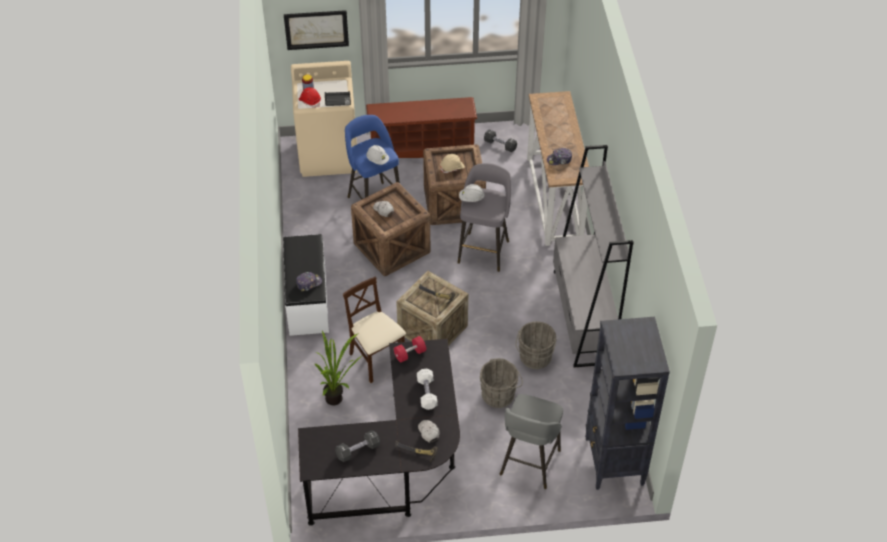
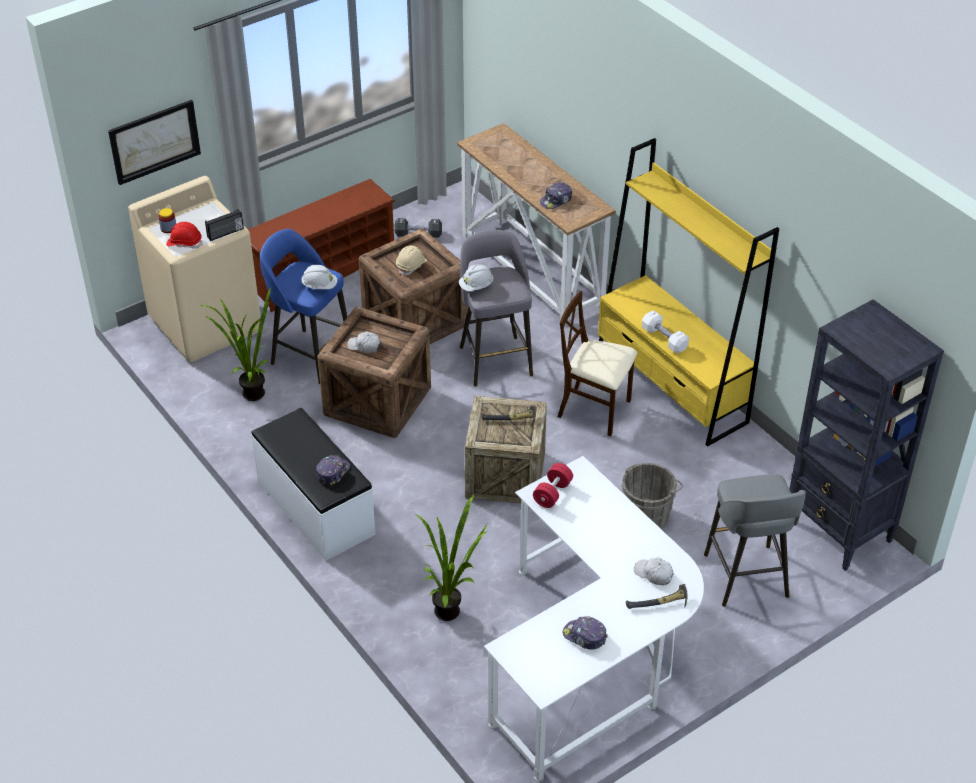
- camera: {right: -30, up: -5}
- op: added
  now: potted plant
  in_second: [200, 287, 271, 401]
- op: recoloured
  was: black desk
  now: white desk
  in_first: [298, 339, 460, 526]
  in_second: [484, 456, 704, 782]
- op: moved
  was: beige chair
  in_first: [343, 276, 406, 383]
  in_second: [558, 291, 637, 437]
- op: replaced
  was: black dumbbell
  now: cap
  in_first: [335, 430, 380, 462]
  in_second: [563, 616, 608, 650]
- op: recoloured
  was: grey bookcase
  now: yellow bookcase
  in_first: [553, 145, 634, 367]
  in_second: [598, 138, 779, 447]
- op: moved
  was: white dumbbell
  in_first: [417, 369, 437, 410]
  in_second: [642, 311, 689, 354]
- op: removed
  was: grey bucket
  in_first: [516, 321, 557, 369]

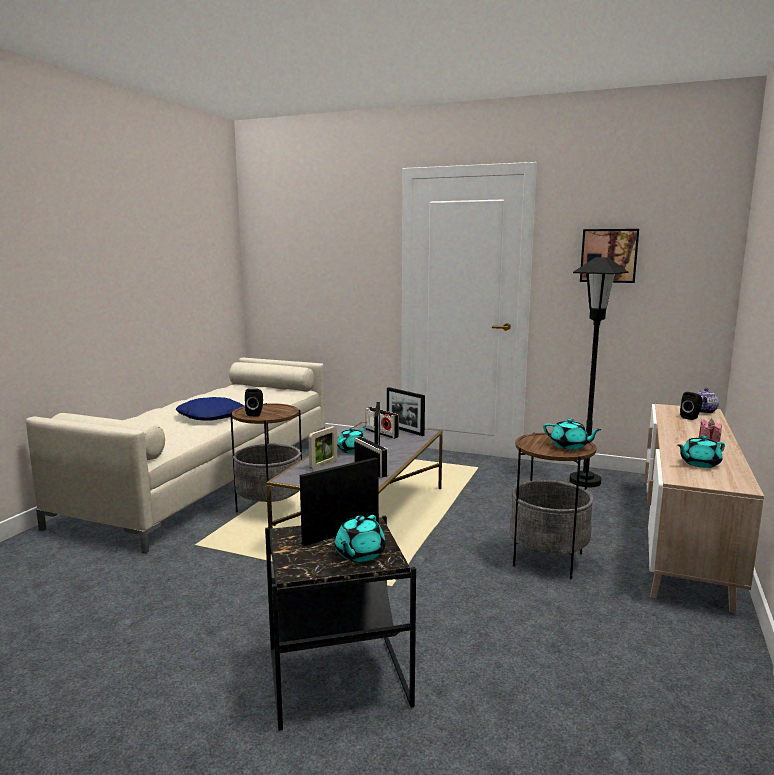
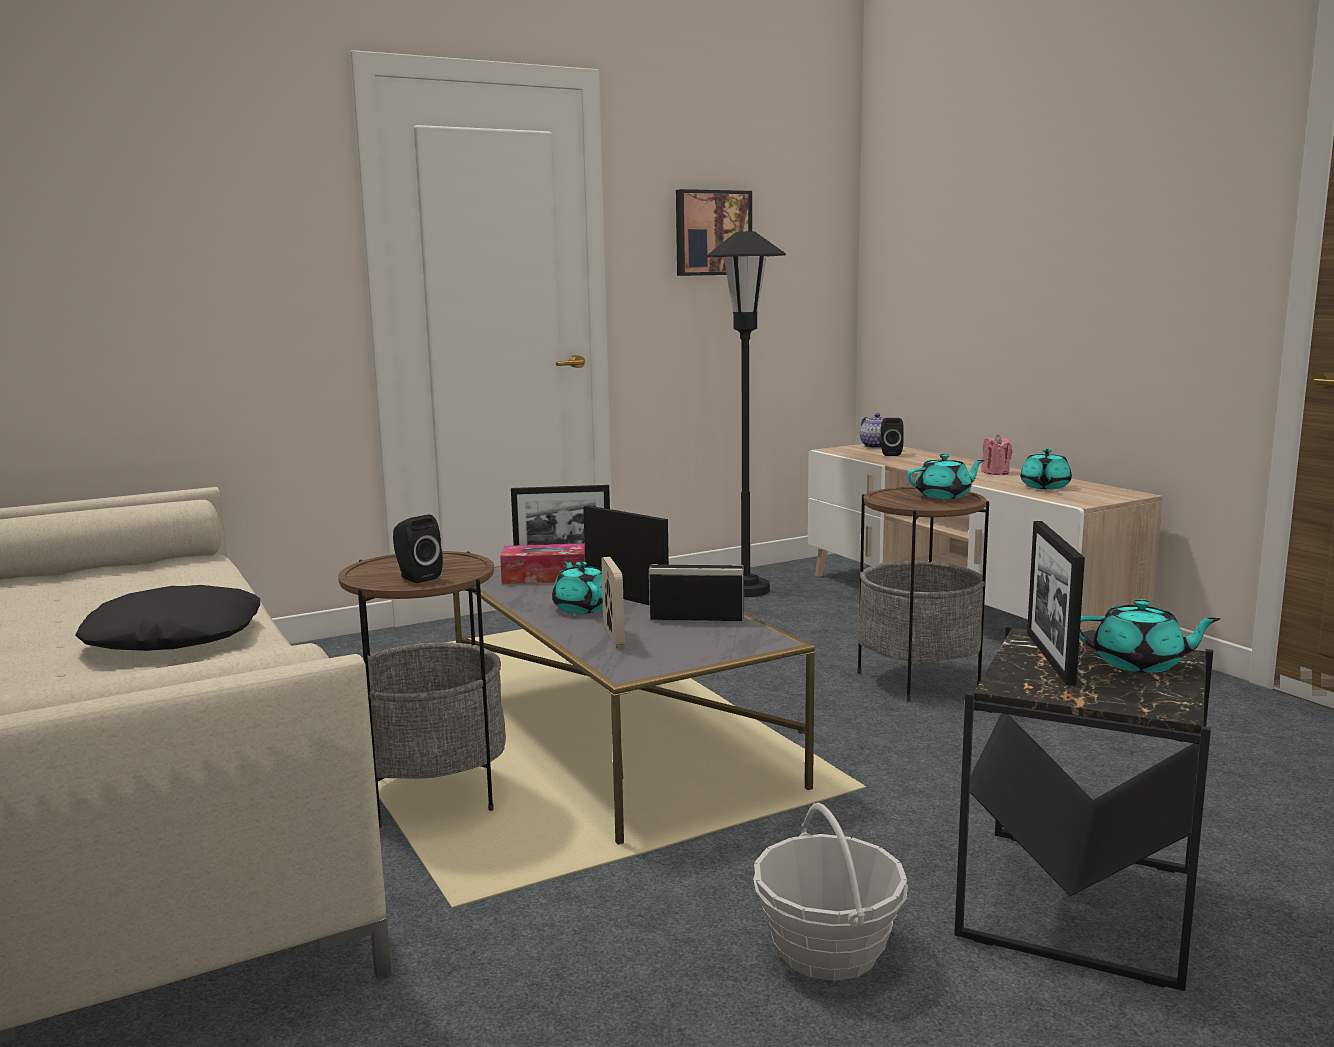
- camera: {right: -50, up: 0}
- op: recoloured
  was: blue pillow
  now: black pillow
  in_first: [176, 397, 244, 421]
  in_second: [75, 585, 260, 651]
- op: replaced
  was: radio
  now: tissue box
  in_first: [366, 407, 399, 439]
  in_second: [500, 543, 585, 584]
- op: added
  now: basket
  in_second: [753, 803, 908, 981]
- op: turned
  was: turquoise teapot
  in_first: [335, 515, 386, 562]
  in_second: [1079, 599, 1220, 673]
  clockwise: -45

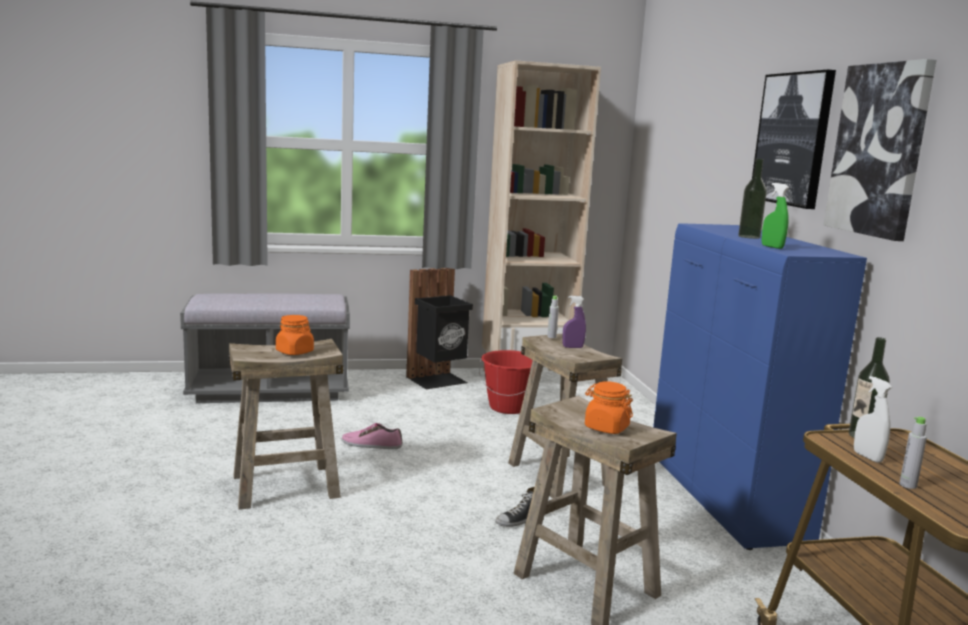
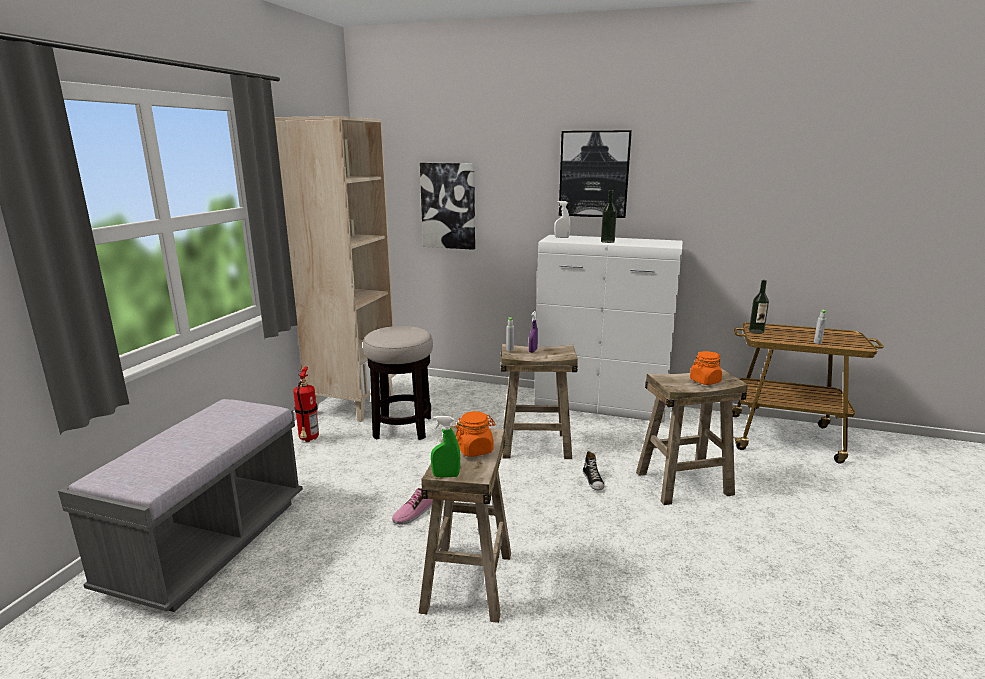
- camera: {right: -60, up: 5}
- op: replaced
  was: black trash can
  now: fire extinguisher
  in_first: [406, 268, 473, 389]
  in_second: [293, 365, 319, 442]
- op: replaced
  was: red bucket
  now: stool
  in_first: [479, 350, 533, 414]
  in_second: [363, 326, 433, 440]
- op: moved
  was: picture
  in_first: [823, 59, 936, 241]
  in_second: [420, 163, 475, 250]
- op: moved
  was: green spray bottle
  in_first: [762, 183, 789, 249]
  in_second: [431, 416, 460, 477]
- op: recoloured
  was: blue cabinet
  now: white cabinet
  in_first: [653, 223, 867, 550]
  in_second: [534, 235, 683, 423]
- op: moved
  was: white spray bottle
  in_first: [854, 376, 892, 463]
  in_second: [554, 201, 571, 238]

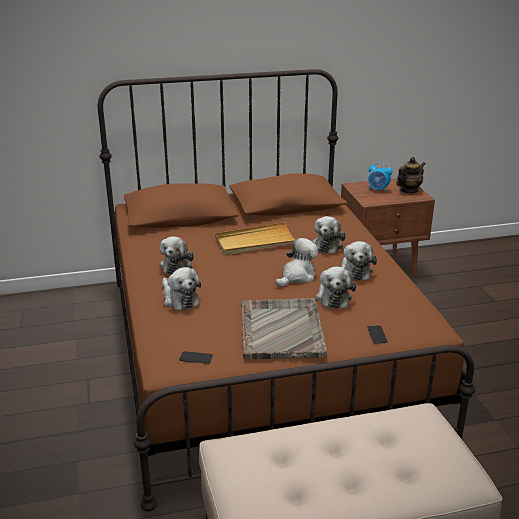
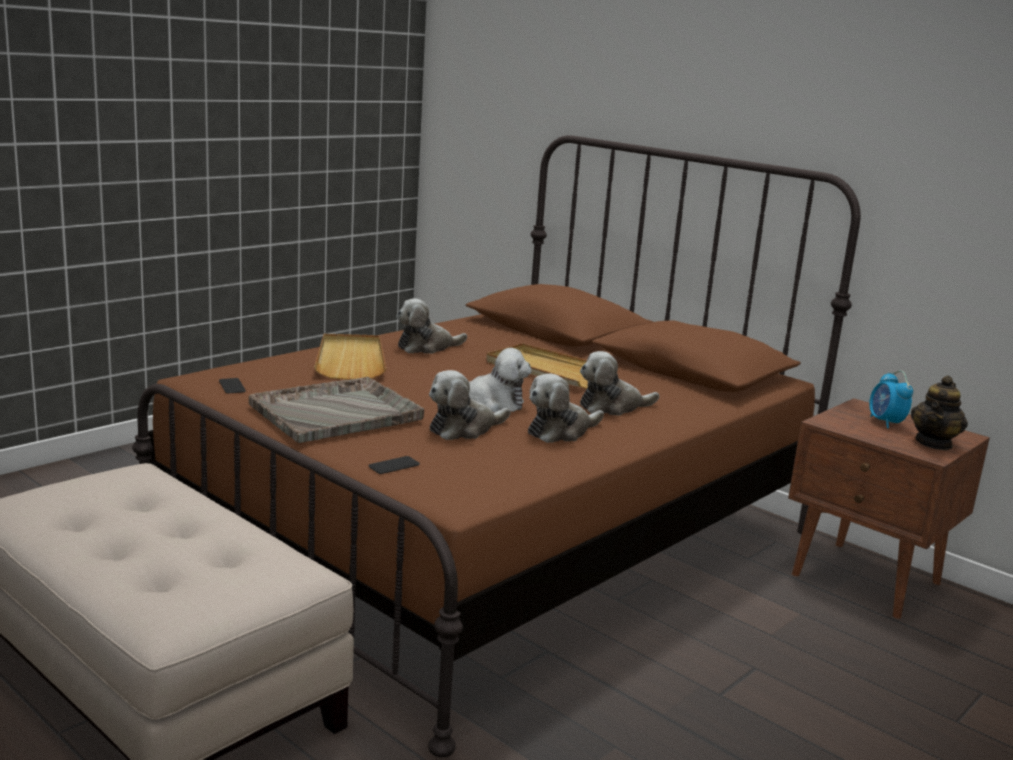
- camera: {right: 55, up: -10}
- op: replaced
  was: plush toy
  now: beige tray
  in_first: [162, 267, 201, 310]
  in_second: [314, 334, 386, 380]
- op: turned
  was: teapot
  in_first: [397, 157, 425, 193]
  in_second: [911, 375, 968, 451]
  clockwise: 105

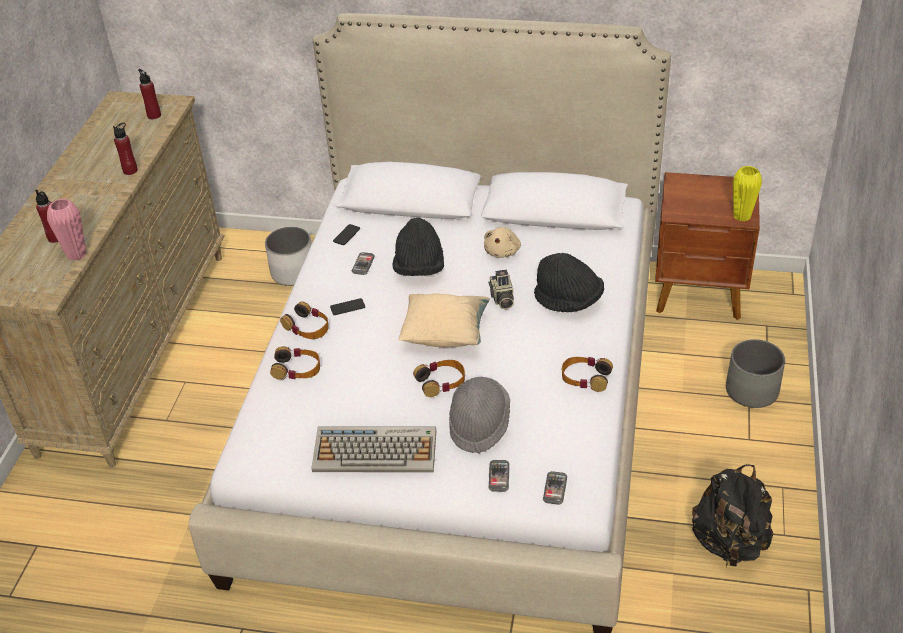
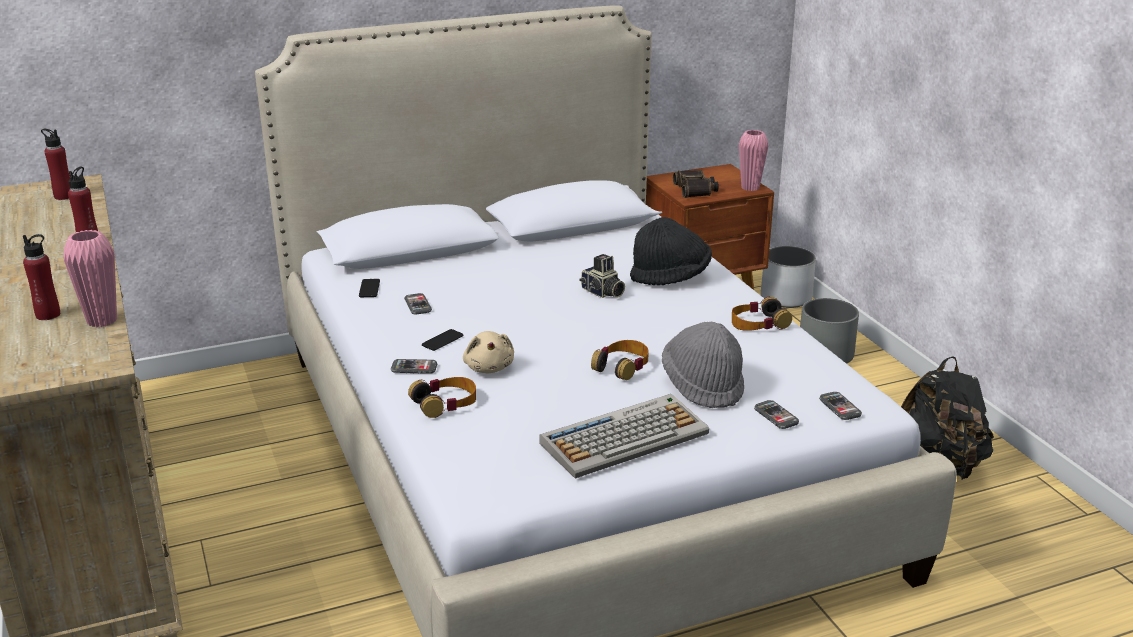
- camera: {right: -35, up: -15}
- op: replaced
  was: headphones
  now: phone
  in_first: [280, 301, 329, 339]
  in_second: [391, 359, 437, 374]
- op: moved
  was: beige plush toy
  in_first: [484, 227, 521, 258]
  in_second: [463, 331, 514, 373]
- op: added
  now: binoculars
  in_second: [673, 170, 719, 198]
- op: recoloured
  was: yellow vase
  now: pink vase
  in_first: [733, 166, 762, 221]
  in_second: [739, 130, 768, 191]
- op: moved
  was: white planter
  in_first: [265, 227, 312, 286]
  in_second: [761, 246, 816, 308]
- op: removed
  was: black hat
  in_first: [392, 218, 444, 276]
- op: removed
  was: beige pillow
  in_first: [398, 294, 490, 347]

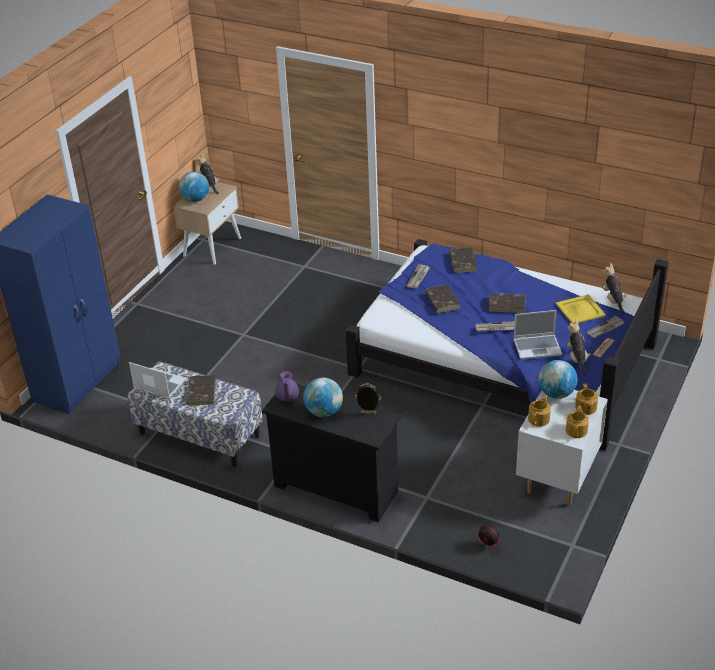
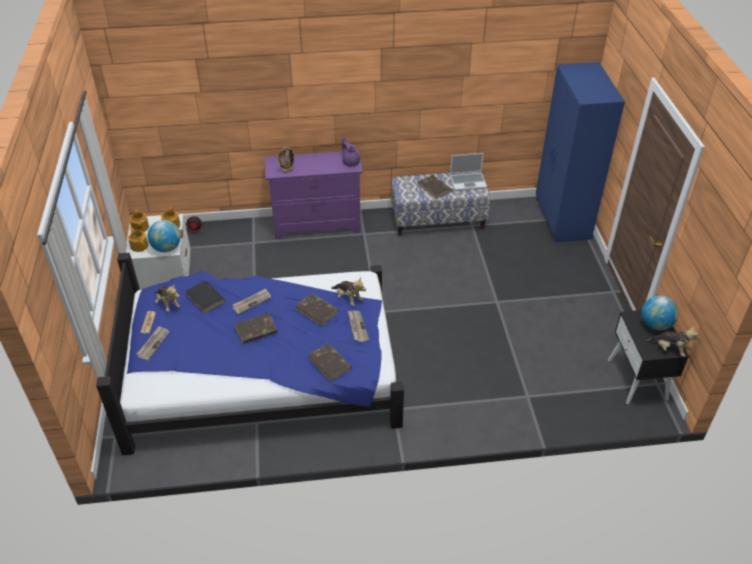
- camera: {right: 145, up: 5}
- op: replaced
  was: laptop
  now: black book
  in_first: [513, 310, 562, 360]
  in_second: [186, 281, 225, 314]
- op: recoloured
  was: black dresser
  now: purple dresser
  in_first: [262, 384, 401, 522]
  in_second: [265, 150, 363, 239]
- op: moved
  was: plush toy
  in_first: [602, 263, 626, 314]
  in_second: [331, 278, 366, 306]
- op: recoloured
  was: beige nightstand
  now: black nightstand
  in_first: [173, 182, 241, 265]
  in_second: [608, 310, 689, 404]
- op: removed
  was: globe
  in_first: [303, 377, 343, 417]
- op: removed
  was: yellow tray
  in_first: [556, 295, 606, 323]

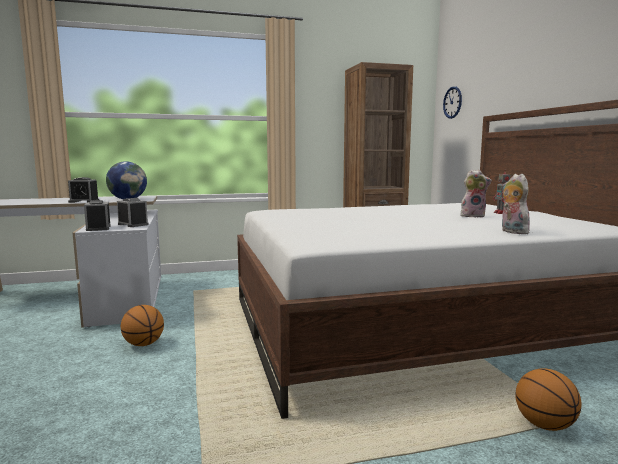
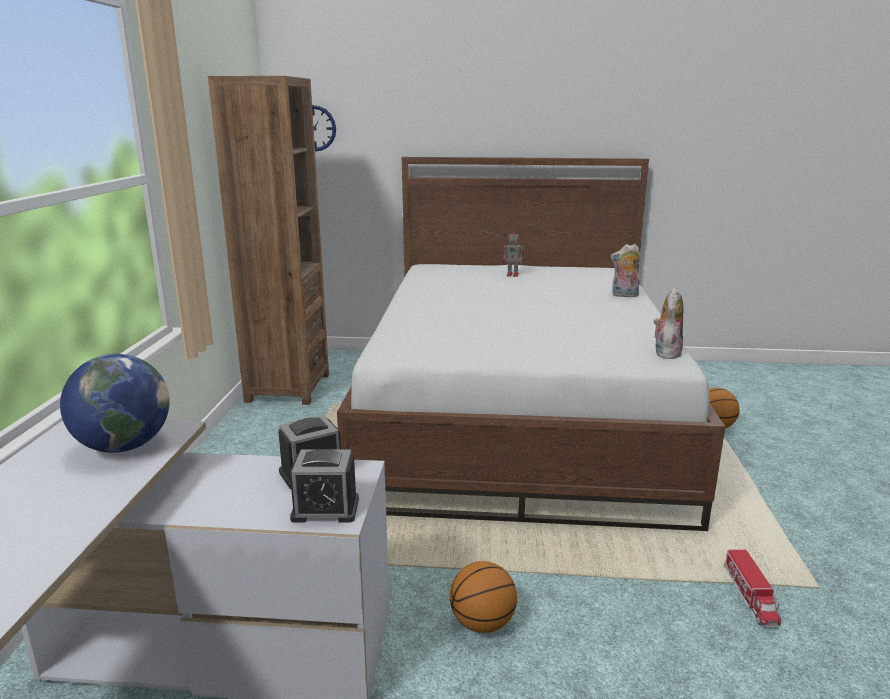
- camera: {right: -70, up: 10}
- op: moved
  was: plush toy
  in_first: [460, 169, 492, 218]
  in_second: [654, 287, 684, 359]
- op: added
  now: toy truck
  in_second: [724, 549, 781, 627]
- op: removed
  was: alarm clock
  in_first: [68, 177, 99, 203]

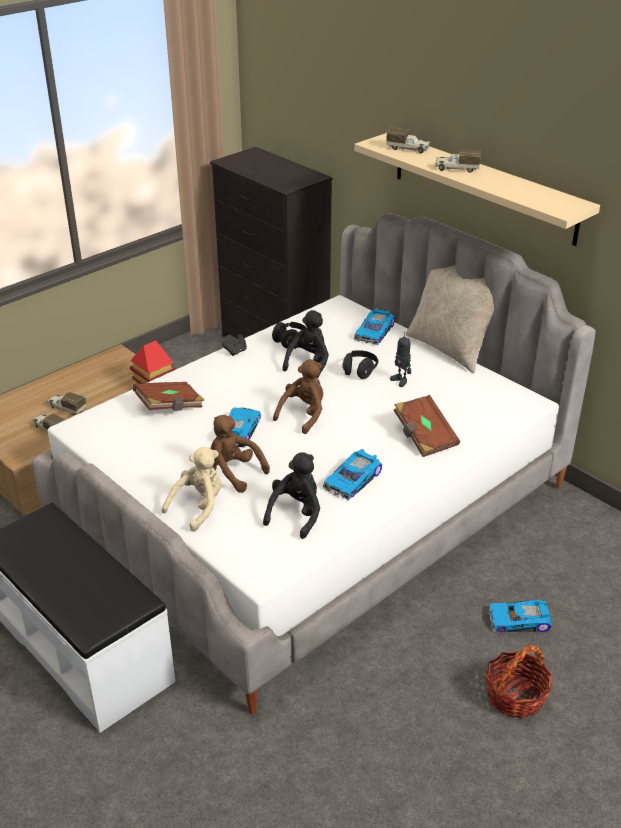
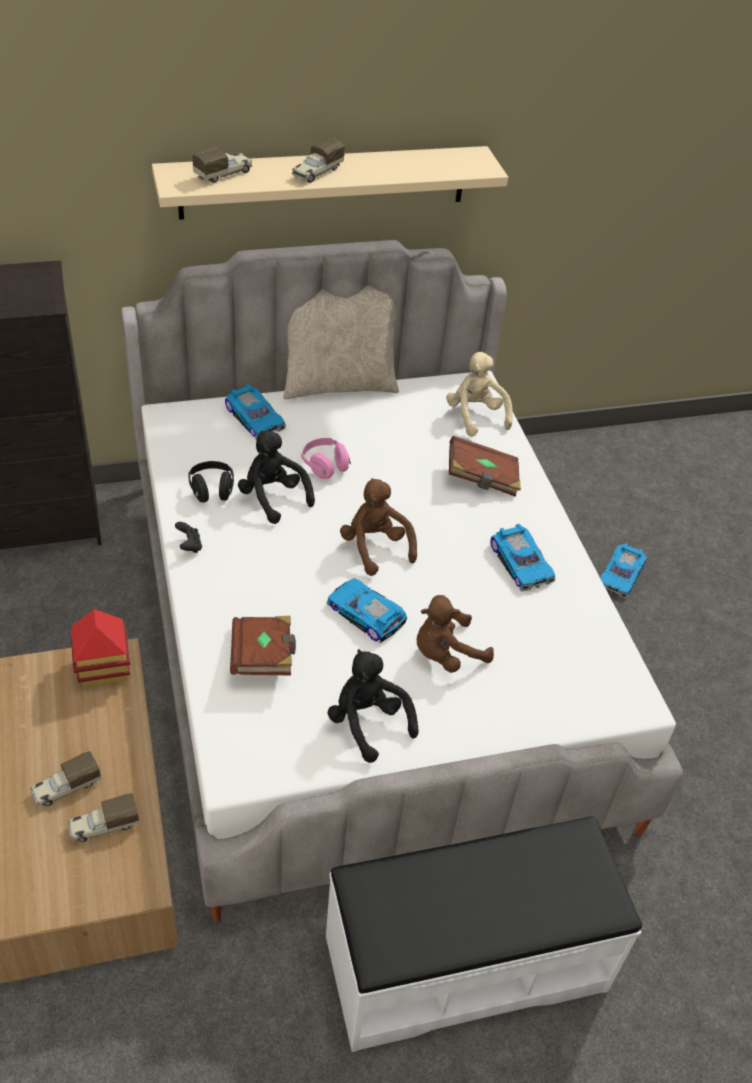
- camera: {right: -65, up: 10}
- op: recoloured
  was: black headphones
  now: pink headphones
  in_first: [342, 350, 378, 379]
  in_second: [302, 438, 351, 479]
- op: moved
  was: black plush toy
  in_first: [263, 452, 320, 539]
  in_second: [327, 649, 419, 763]
- op: moved
  was: beige plush toy
  in_first: [162, 447, 222, 532]
  in_second: [446, 352, 513, 437]
- op: removed
  was: toy robot
  in_first: [390, 333, 411, 387]
- op: removed
  was: basket
  in_first: [486, 644, 552, 719]

